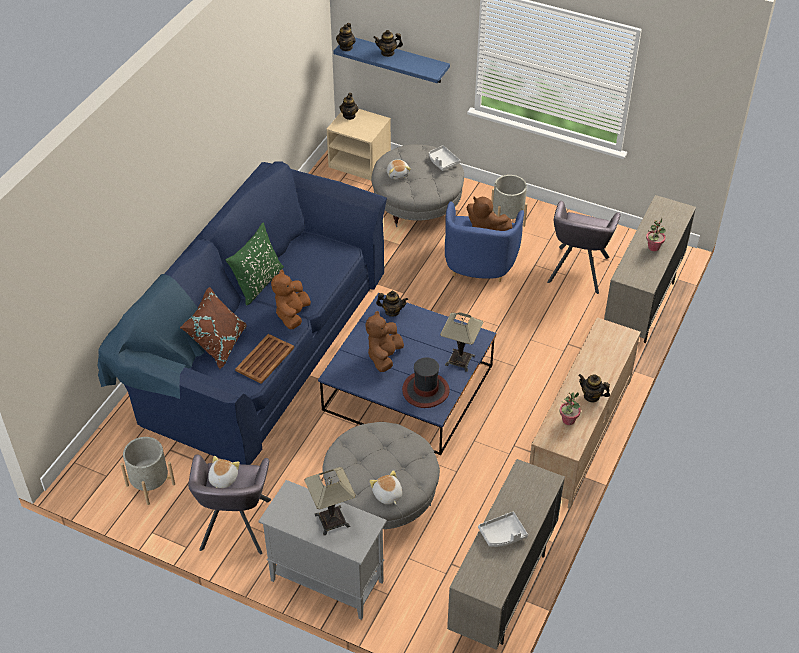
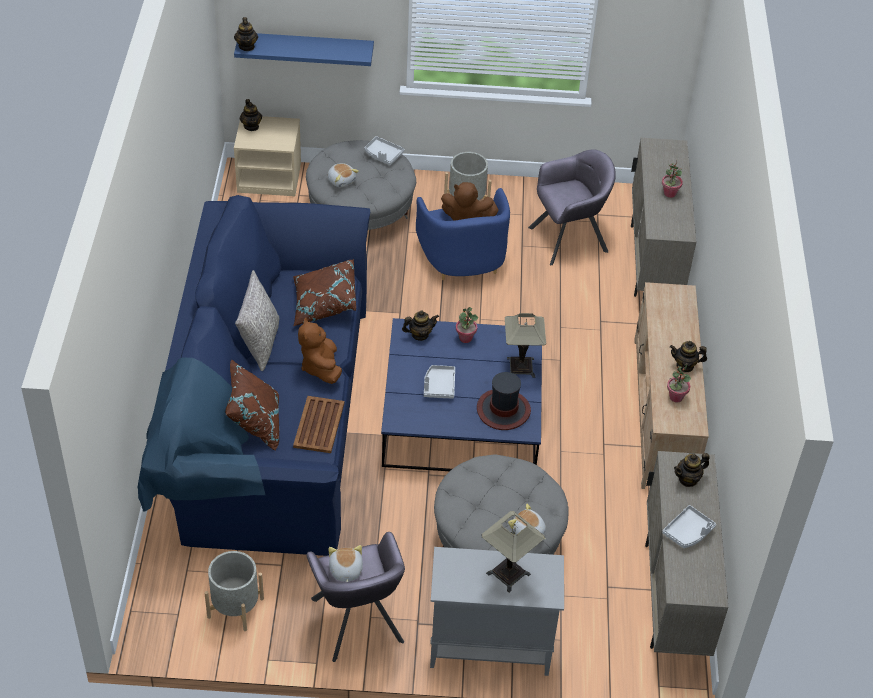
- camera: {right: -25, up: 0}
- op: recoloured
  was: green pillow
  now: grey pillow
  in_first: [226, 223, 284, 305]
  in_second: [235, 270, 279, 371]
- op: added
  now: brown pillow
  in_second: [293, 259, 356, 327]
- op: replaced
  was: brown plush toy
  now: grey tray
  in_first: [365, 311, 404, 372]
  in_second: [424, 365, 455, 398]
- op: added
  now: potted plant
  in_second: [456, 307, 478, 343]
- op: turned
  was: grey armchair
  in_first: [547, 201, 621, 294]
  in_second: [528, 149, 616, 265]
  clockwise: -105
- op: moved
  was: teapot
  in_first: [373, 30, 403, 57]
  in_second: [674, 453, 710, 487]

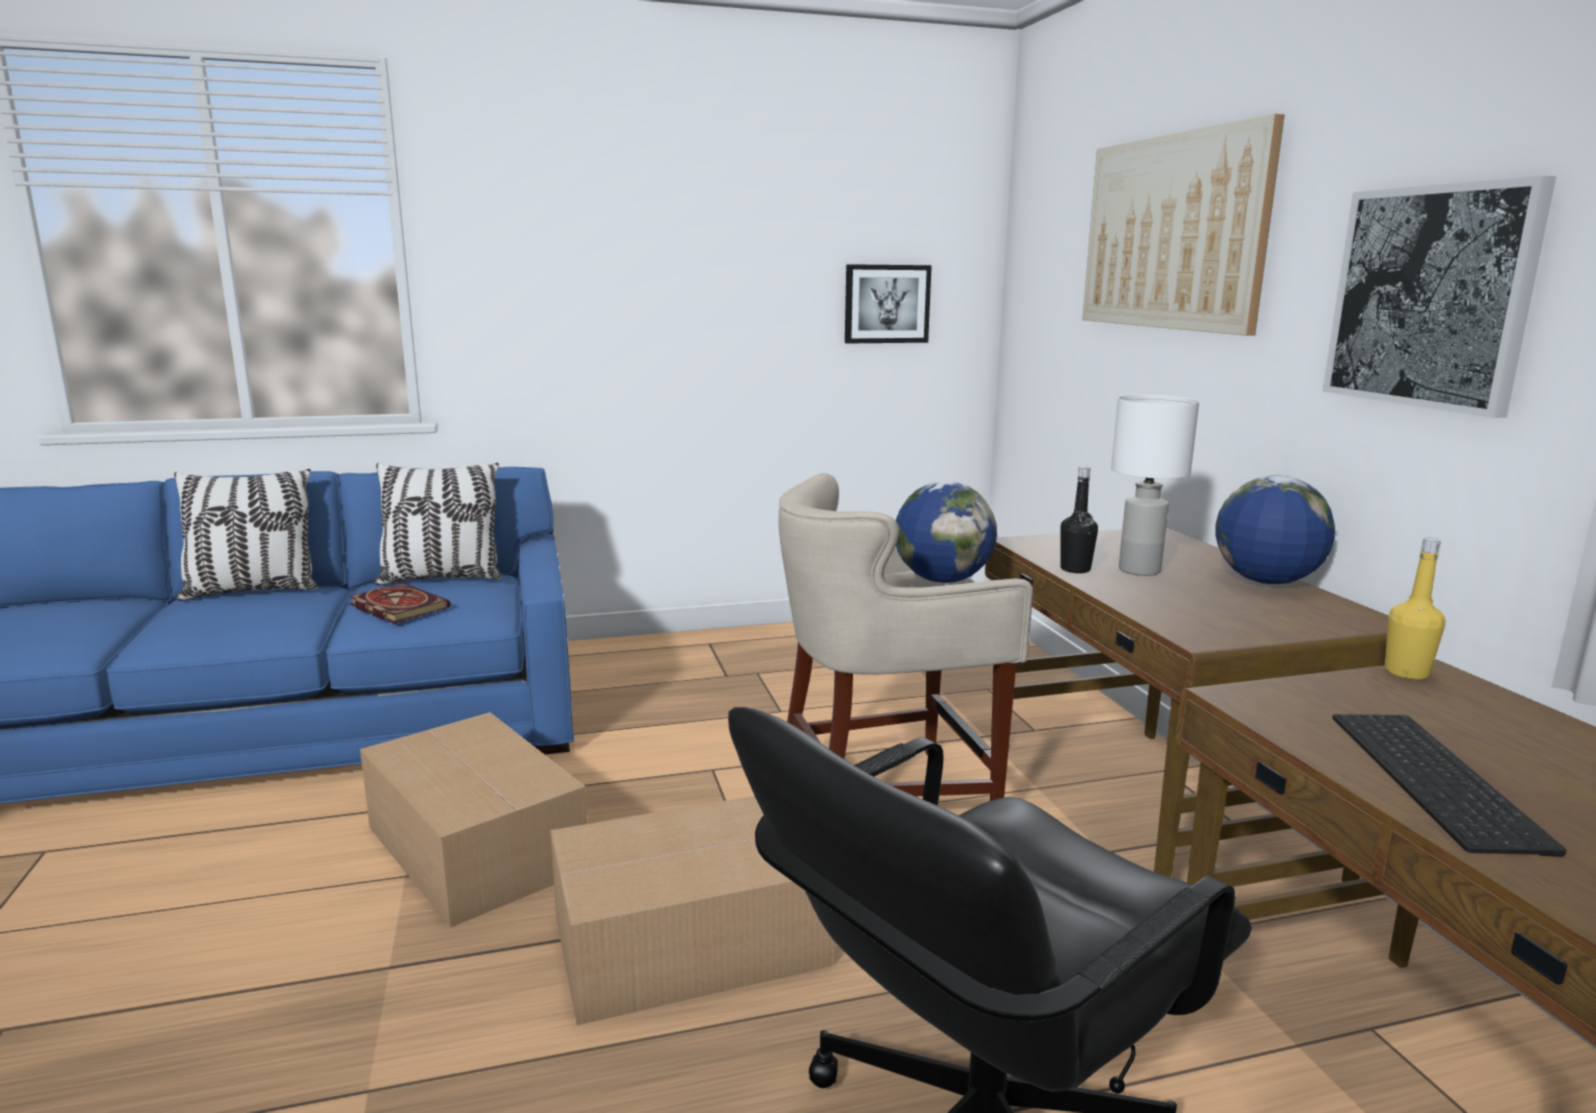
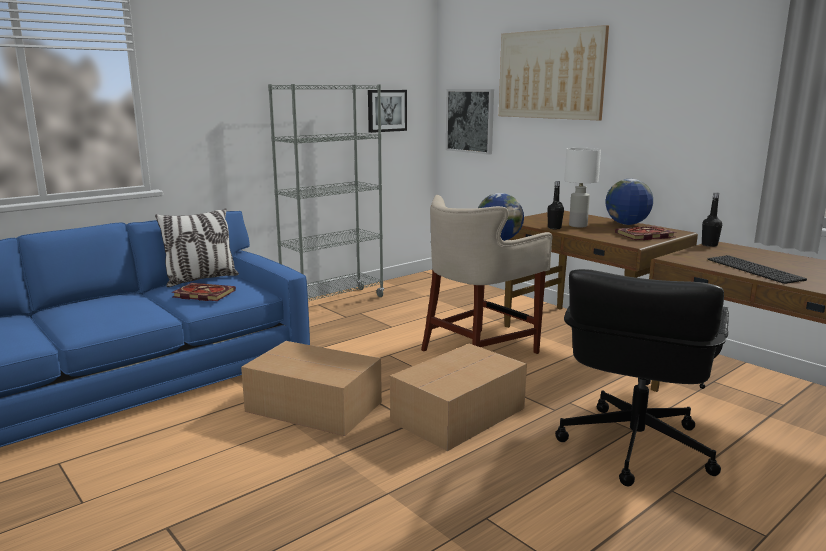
- camera: {right: -25, up: 0}
- op: added
  now: grey bookcase
  in_second: [268, 84, 384, 301]
- op: moved
  was: picture
  in_first: [1322, 176, 1556, 418]
  in_second: [446, 89, 494, 155]
- op: added
  now: book
  in_second: [615, 226, 676, 240]
- op: recoloured
  was: yellow bottle
  now: black bottle
  in_first: [1384, 537, 1446, 680]
  in_second: [702, 192, 722, 247]
- op: removed
  was: pillow
  in_first: [174, 469, 318, 601]

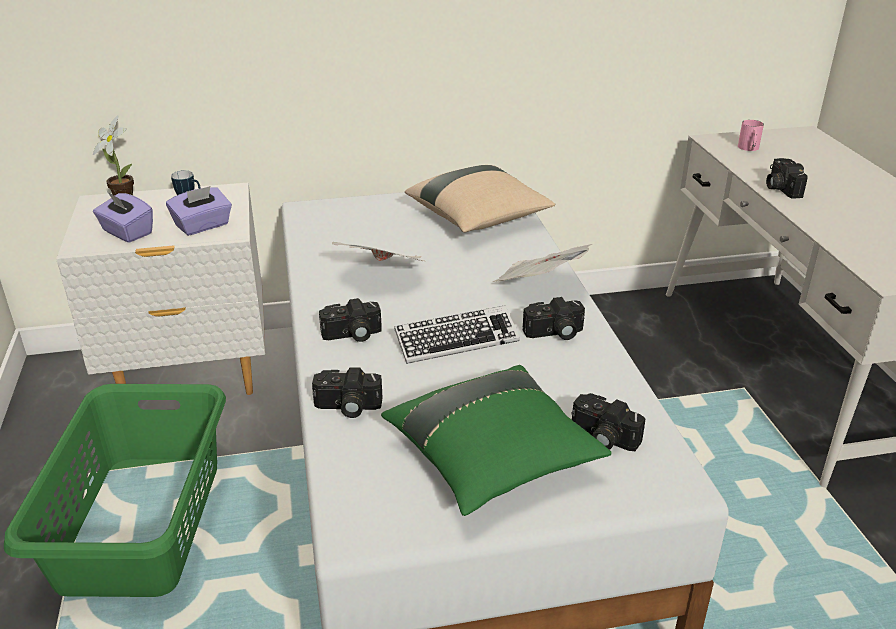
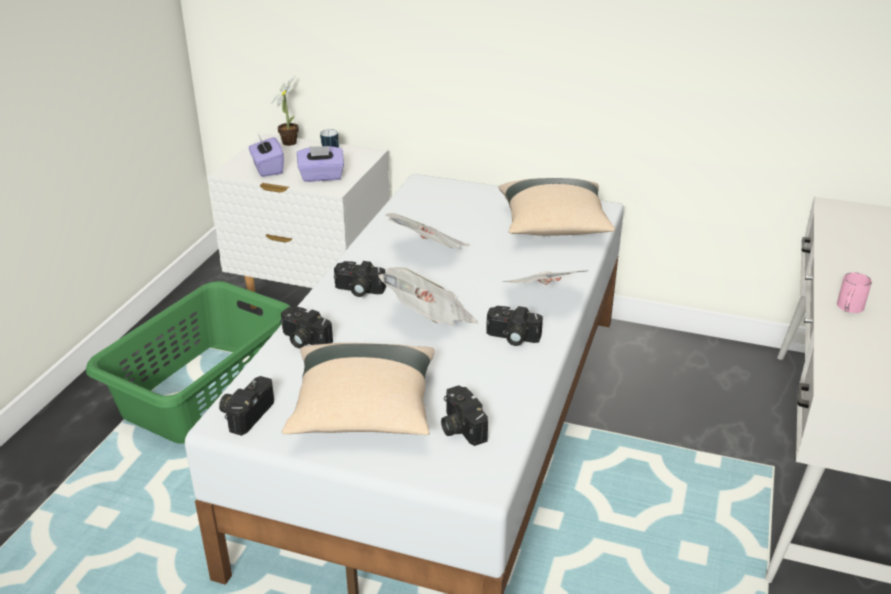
- camera: {right: 30, up: 0}
- op: moved
  was: photo camera
  in_first: [766, 158, 808, 199]
  in_second: [219, 376, 274, 436]
- op: recoloured
  was: green pillow
  now: beige pillow
  in_first: [381, 365, 612, 516]
  in_second: [282, 343, 435, 435]
- op: replaced
  was: keyboard
  now: newspaper
  in_first: [394, 305, 520, 364]
  in_second: [378, 267, 478, 325]
- op: moved
  was: pink mug
  in_first: [738, 120, 764, 151]
  in_second: [837, 273, 872, 313]

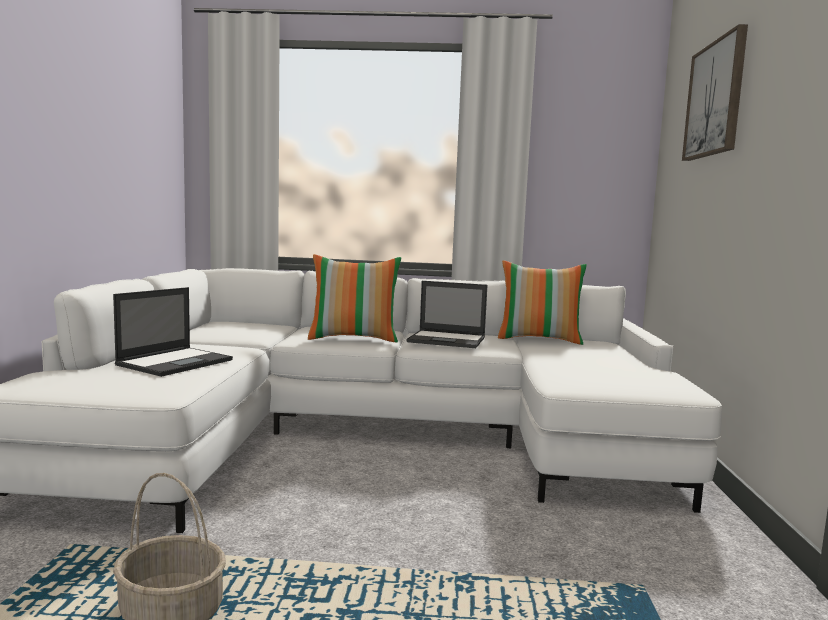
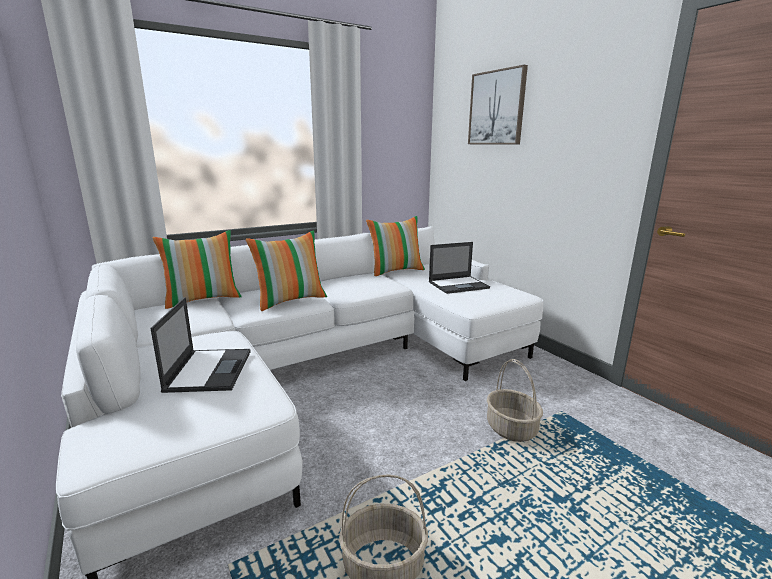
- camera: {right: -35, up: 10}
- op: added
  now: pillow
  in_second: [153, 230, 242, 309]
- op: moved
  was: laptop
  in_first: [406, 281, 487, 348]
  in_second: [429, 242, 490, 294]
- op: added
  now: basket
  in_second: [487, 359, 543, 442]

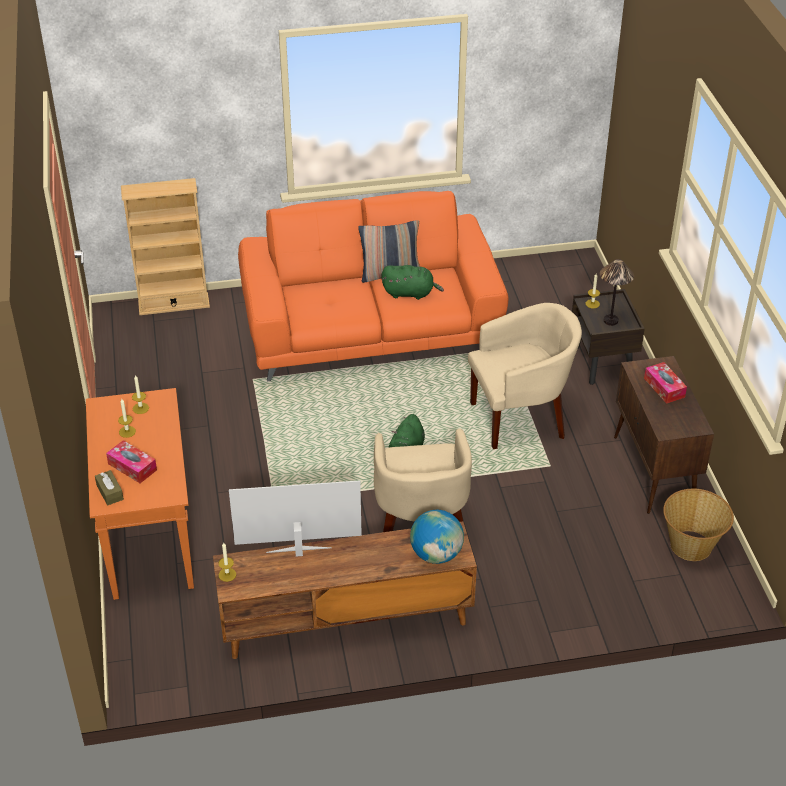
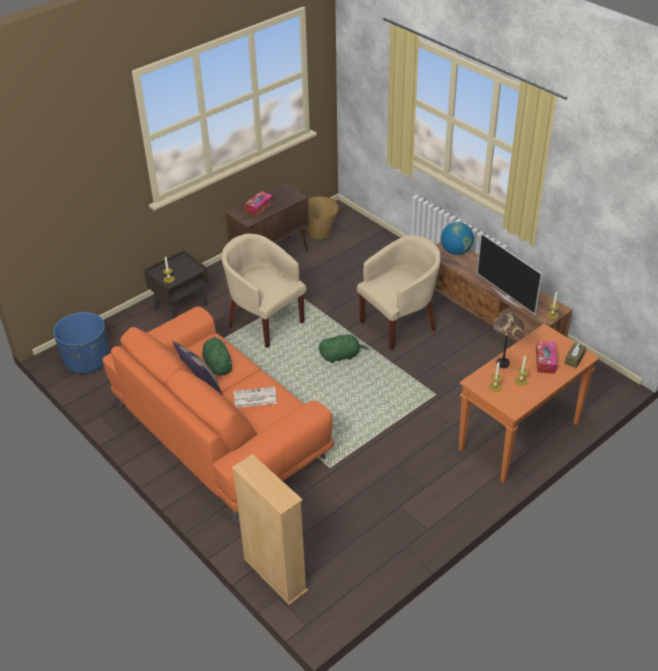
- camera: {right: -120, up: 0}
- op: added
  now: blue planter
  in_second: [53, 312, 109, 374]
- op: added
  now: newspaper
  in_second: [234, 387, 277, 408]
- op: moved
  was: table lamp
  in_first: [600, 259, 634, 326]
  in_second: [493, 312, 524, 368]

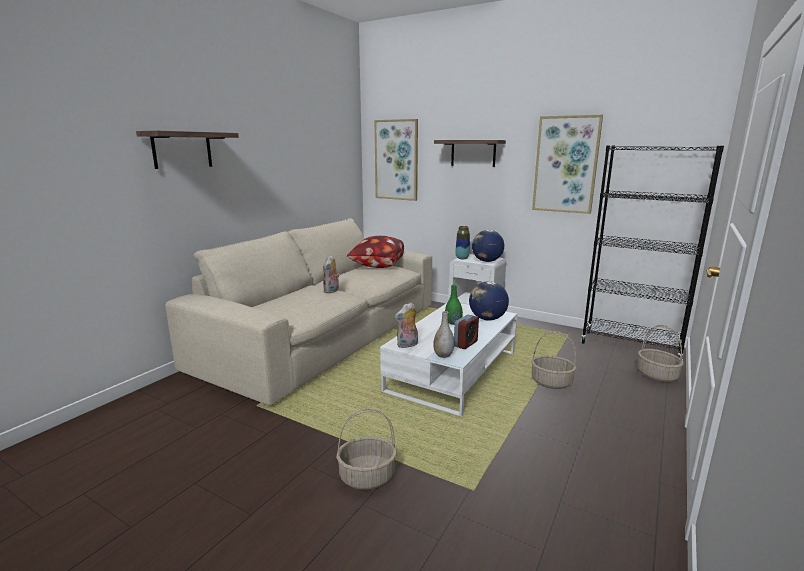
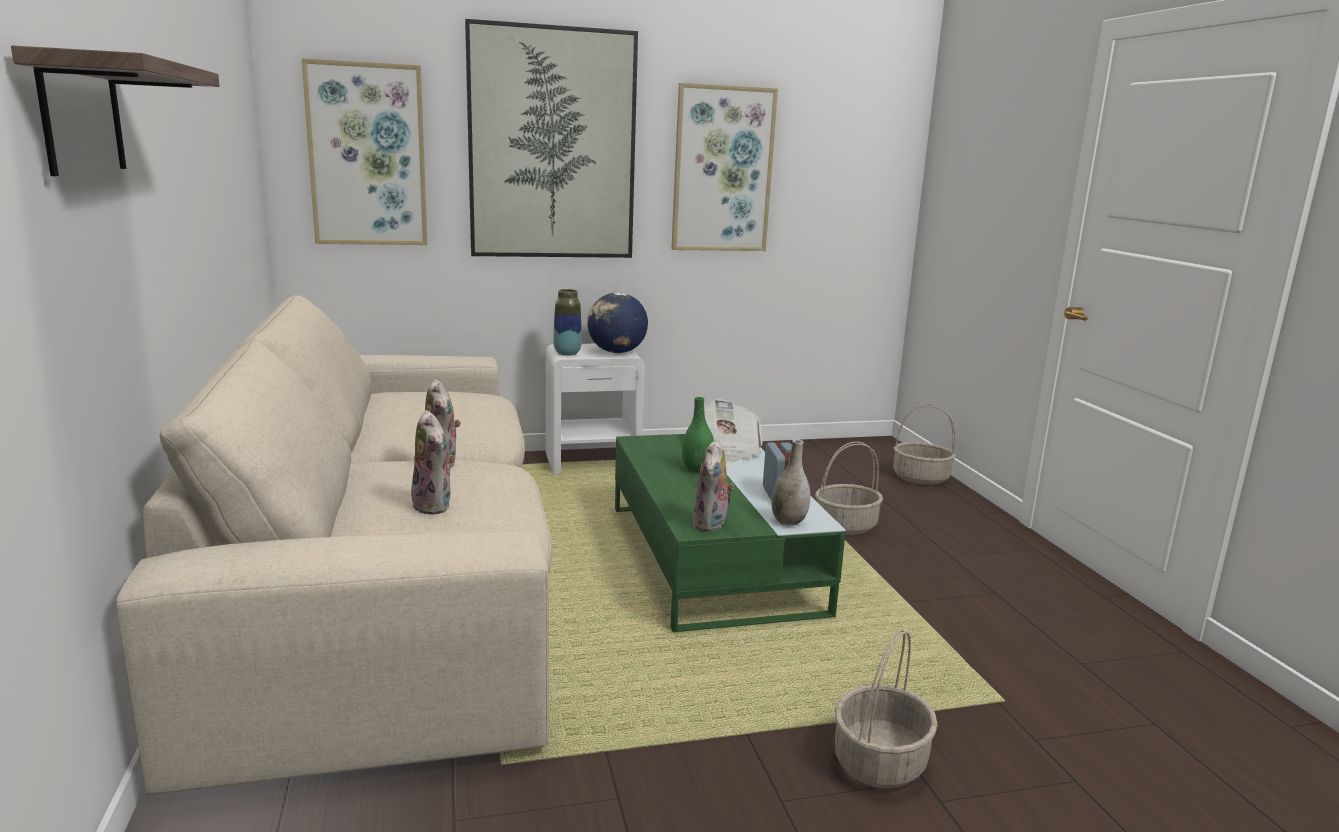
- camera: {right: -45, up: 0}
- op: added
  now: plush toy
  in_second: [411, 410, 455, 515]
- op: replaced
  was: shelf
  now: picture
  in_first: [434, 140, 506, 167]
  in_second: [465, 19, 638, 258]
- op: recoloured
  was: white coffee table
  now: green coffee table
  in_first: [380, 303, 517, 417]
  in_second: [615, 434, 846, 632]
- op: replaced
  was: globe
  now: newspaper
  in_first: [469, 281, 509, 320]
  in_second: [704, 399, 762, 463]
- op: removed
  was: pillow
  in_first: [347, 236, 404, 268]
- op: removed
  was: black bookcase
  in_first: [581, 145, 724, 361]

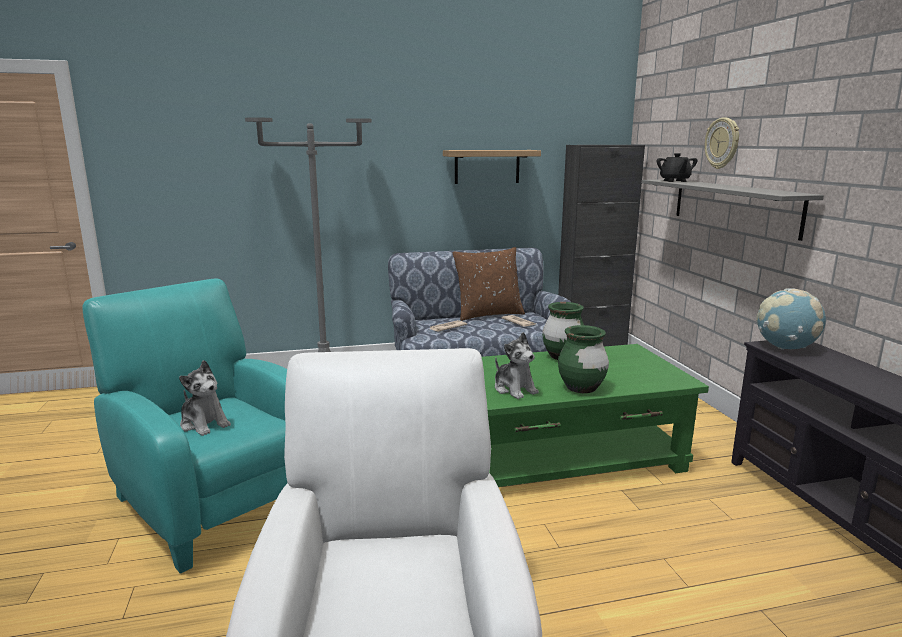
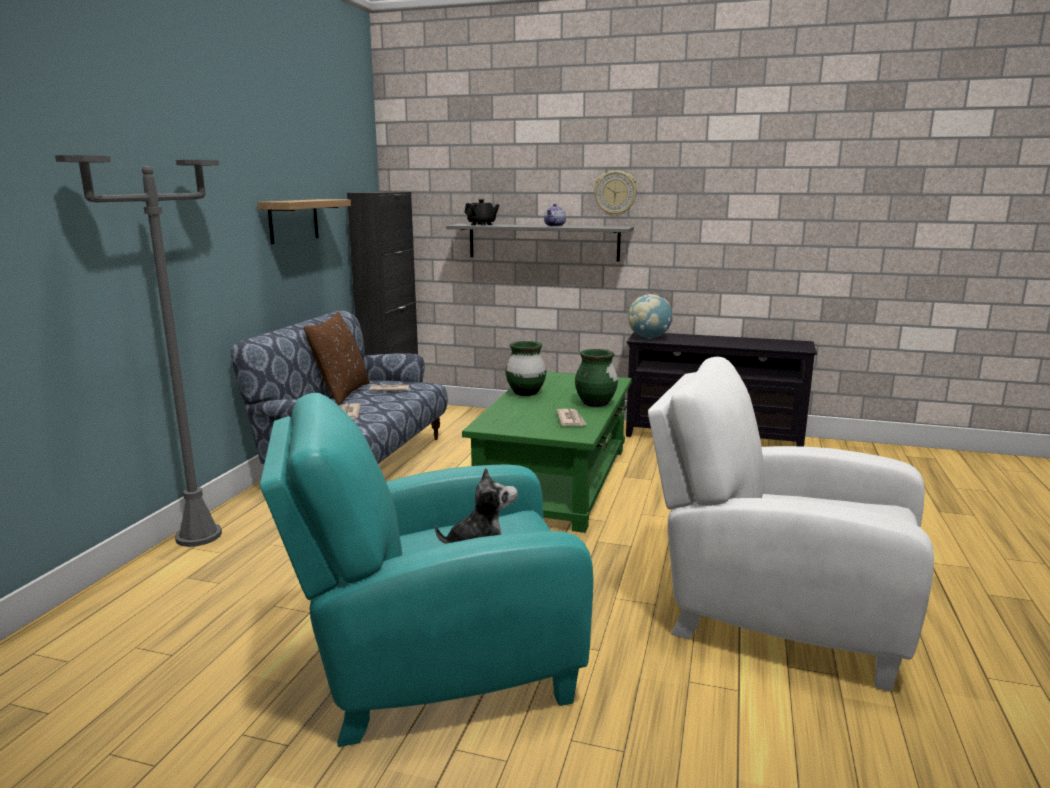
- camera: {right: -60, up: 0}
- op: added
  now: teapot
  in_second: [544, 204, 566, 227]
- op: replaced
  was: plush toy
  now: newspaper
  in_first: [495, 332, 539, 399]
  in_second: [556, 409, 587, 426]
- op: moved
  was: wall clock
  in_first: [705, 117, 739, 169]
  in_second: [594, 171, 638, 216]

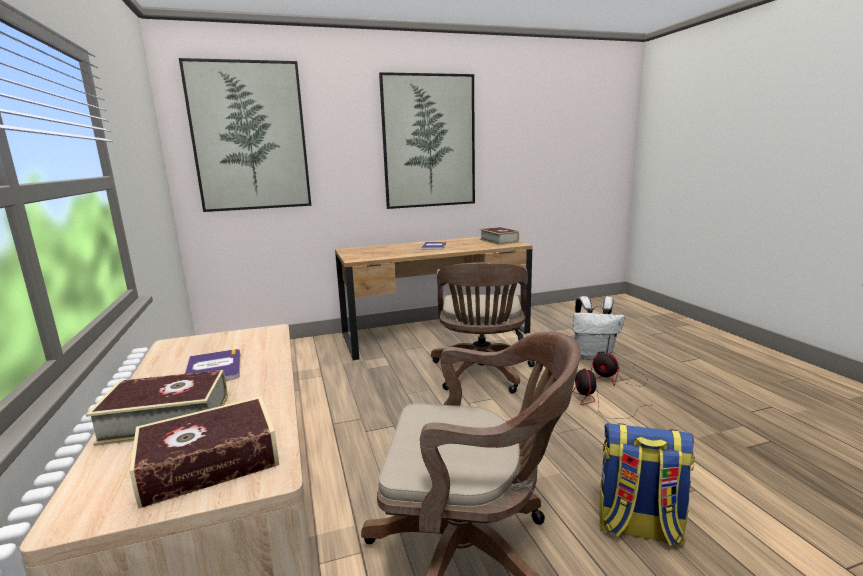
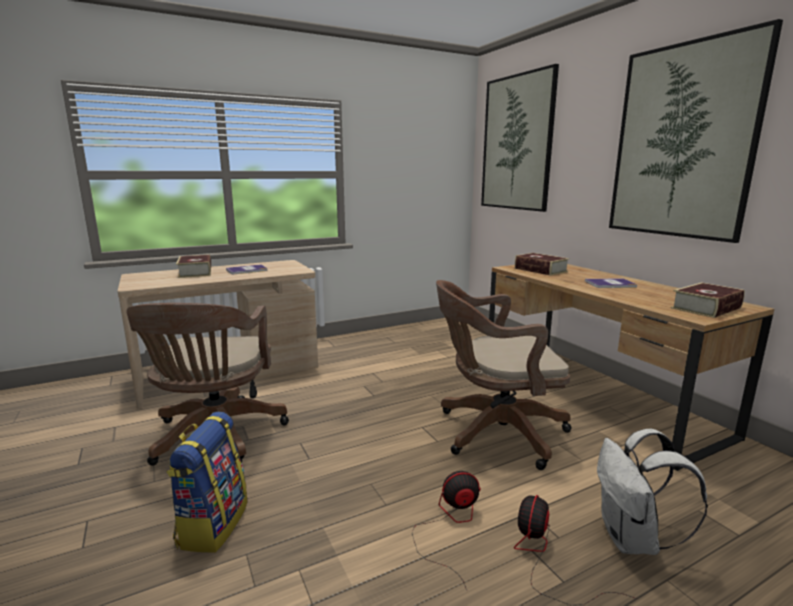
- camera: {right: 80, up: 0}
- op: moved
  was: book
  in_first: [130, 396, 279, 509]
  in_second: [515, 253, 569, 276]

